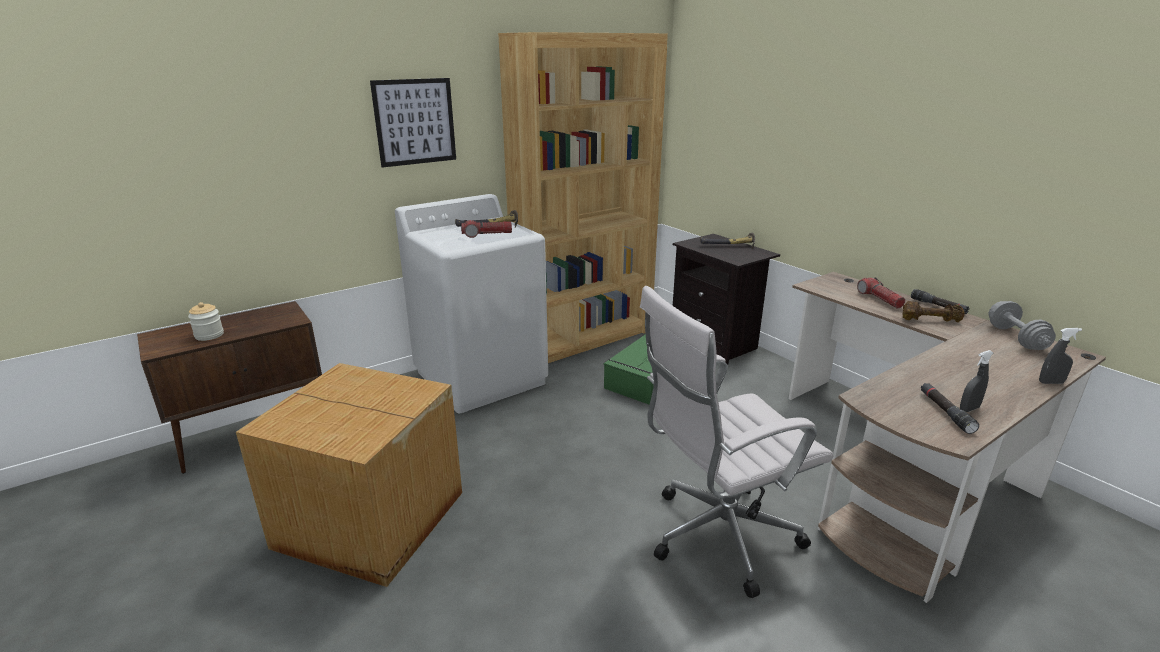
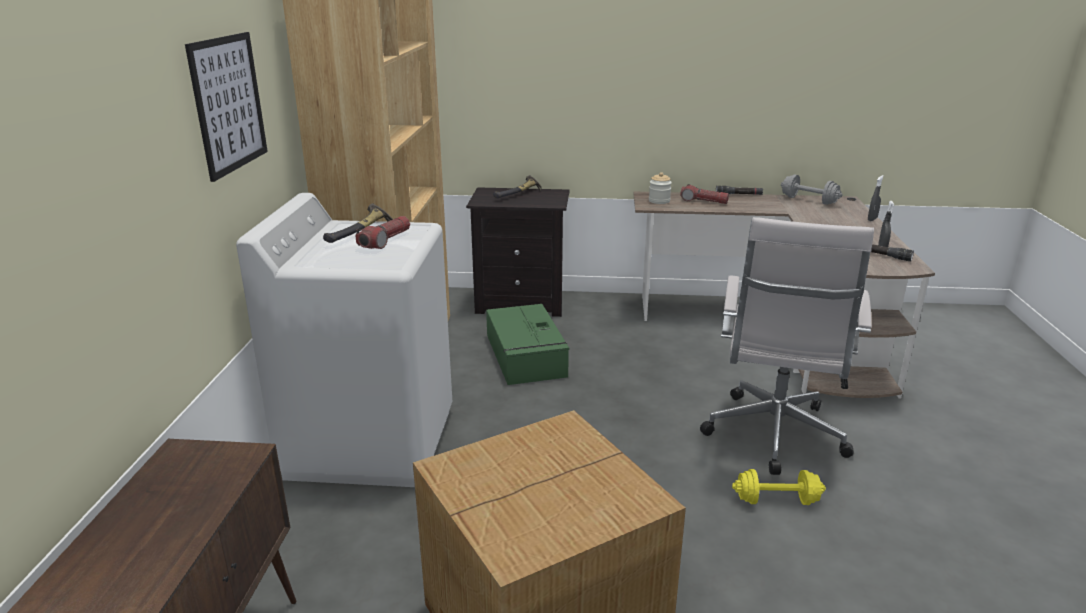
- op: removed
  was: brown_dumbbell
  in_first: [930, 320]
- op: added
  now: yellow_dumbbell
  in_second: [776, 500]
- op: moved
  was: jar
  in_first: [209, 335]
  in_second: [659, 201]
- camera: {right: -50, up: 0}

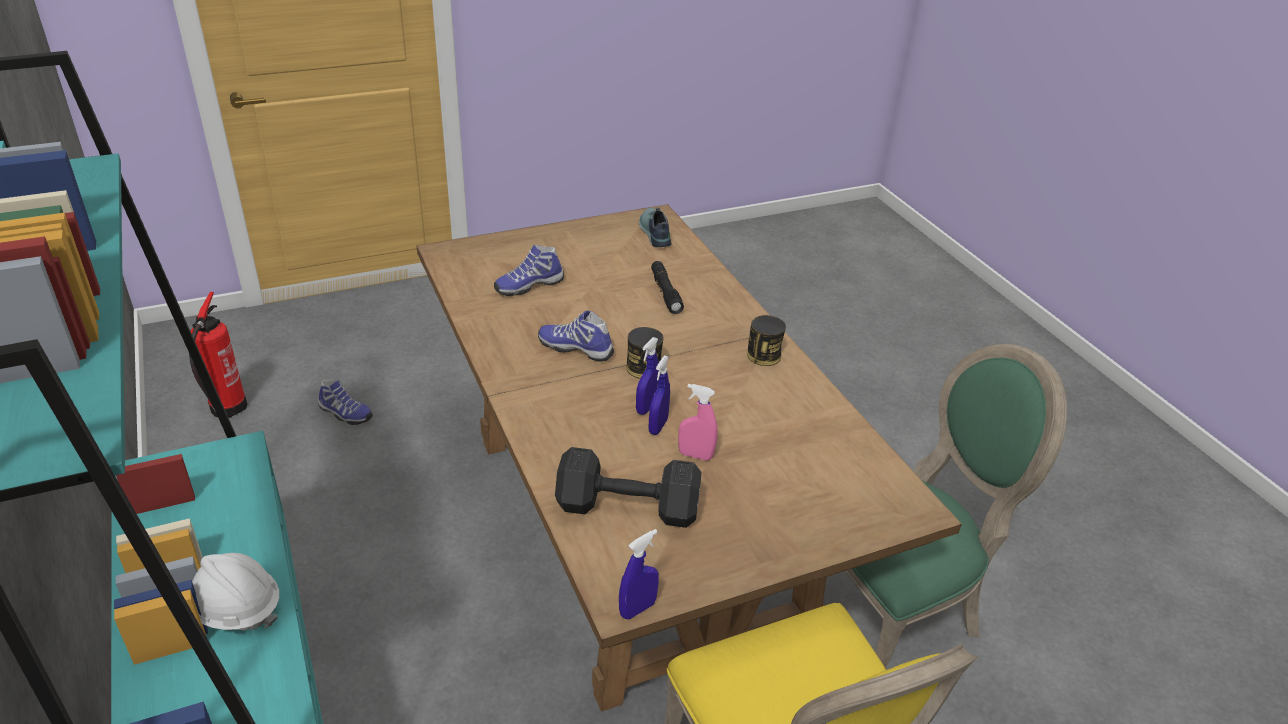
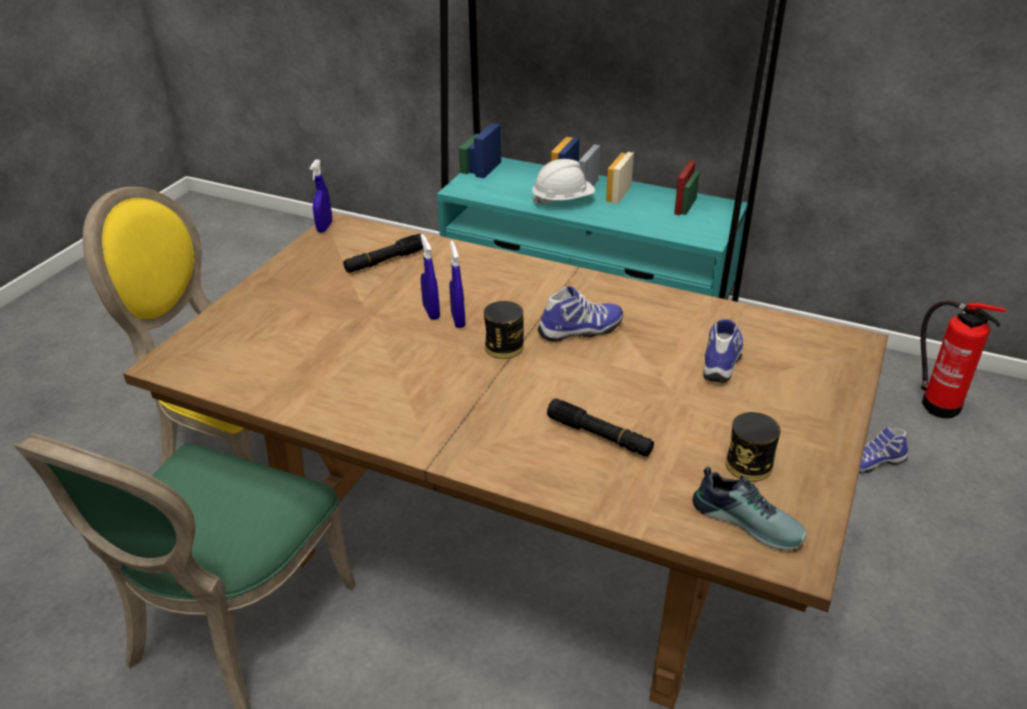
- op: removed
  was: pink_spray_bottle
  in_first: [695, 455]
- op: moved
  was: can
  in_first: [763, 355]
  in_second: [749, 465]
- op: replaced
  was: black_dumbbell
  now: black_flashlight
  in_first: [630, 509]
  in_second: [385, 261]
- camera: {right: 140, up: 0}

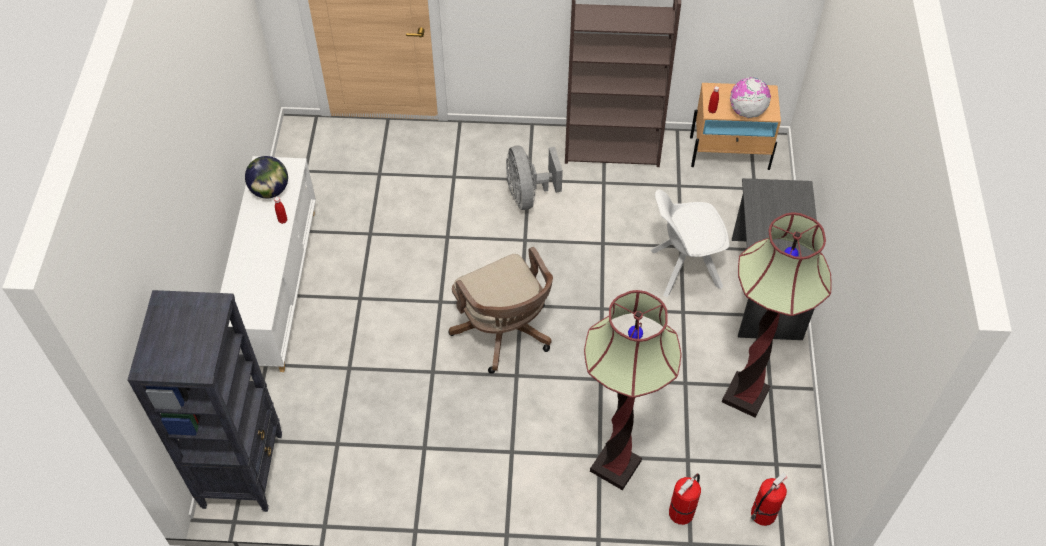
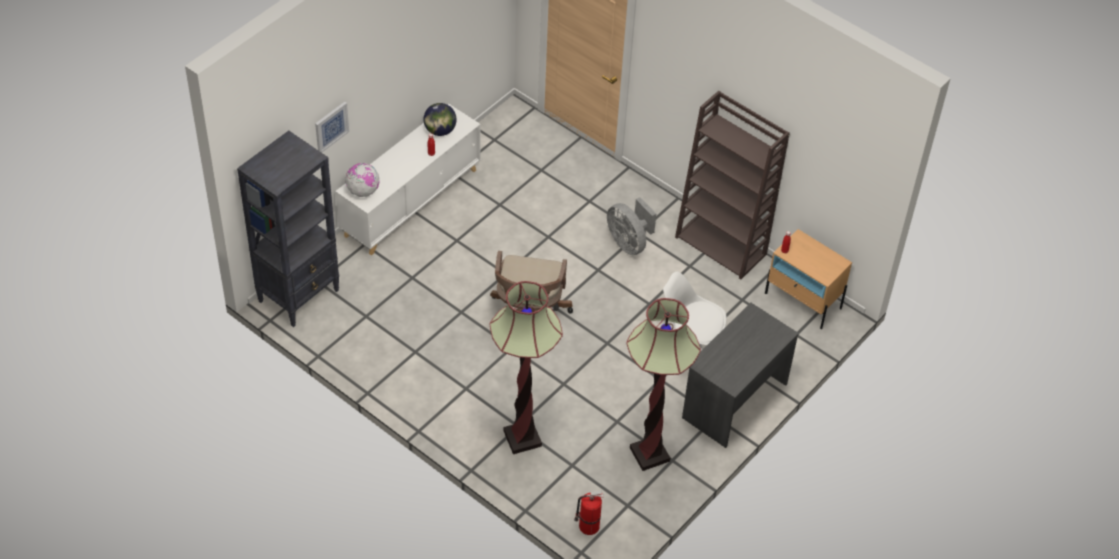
- op: removed
  was: fire_extinguisher
  in_first: [682, 511]
- op: added
  now: picture
  in_second: [331, 126]
- op: moved
  was: globe
  in_first: [746, 111]
  in_second: [363, 191]
- op: turned
  was: grey_fan
  in_first: [528, 194]
  in_second: [629, 242]
  clockwise: -60
- camera: {right: 35, up: -5}

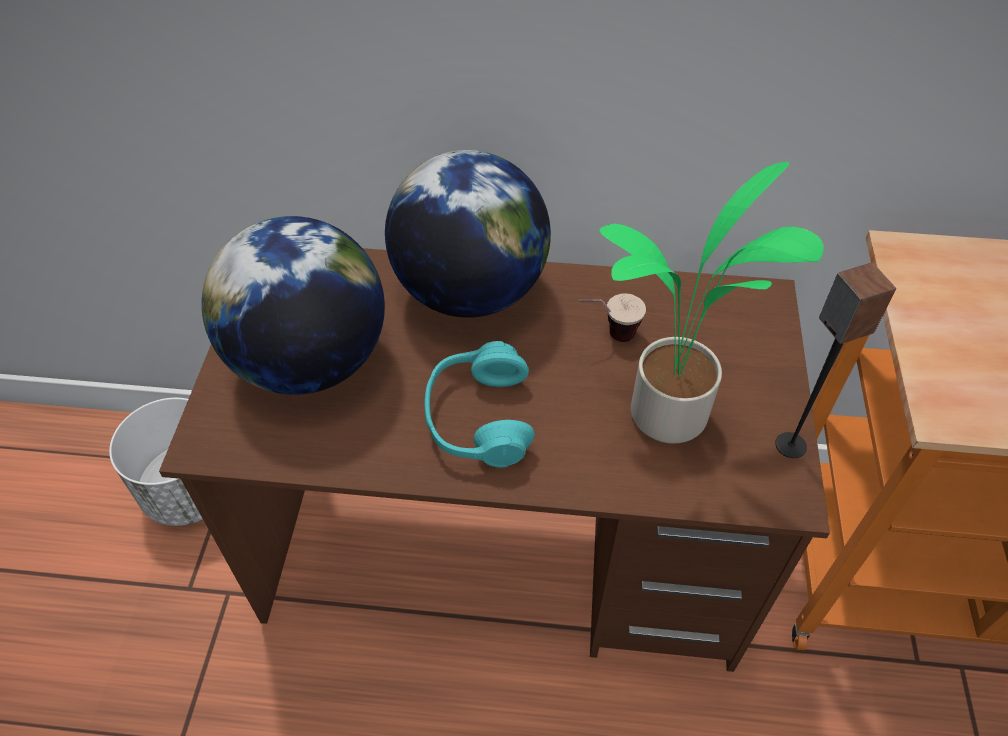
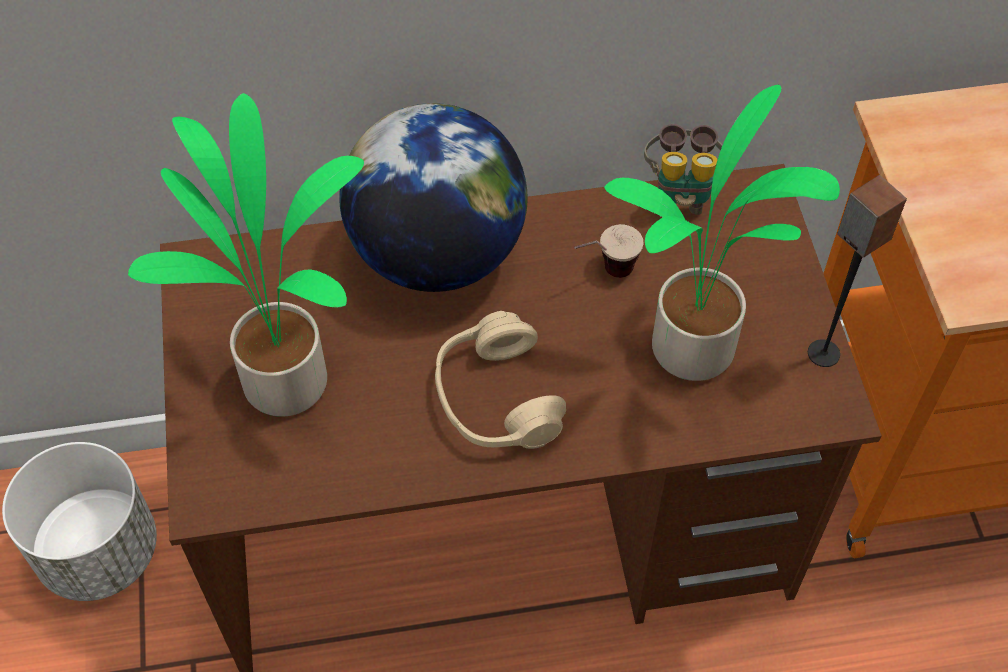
- op: added
  now: binoculars
  in_second: [680, 193]
- op: replaced
  was: globe
  now: potted_plant
  in_first: [310, 361]
  in_second: [288, 377]
- op: recoloured
  was: turquoise_headphones
  now: beige_headphones
  in_first: [478, 418]
  in_second: [496, 399]
- camera: {right: -15, up: 5}

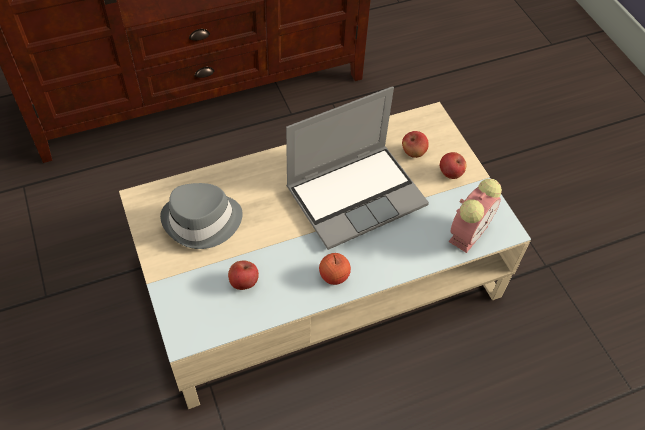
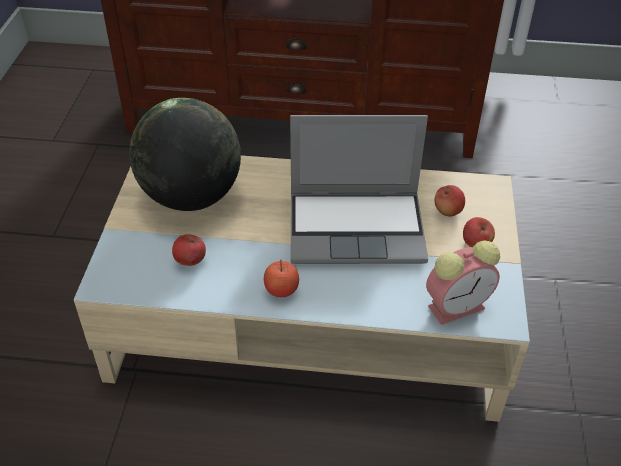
- op: replaced
  was: grey_hat
  now: globe
  in_first: [202, 221]
  in_second: [191, 197]
- camera: {right: 30, up: -10}

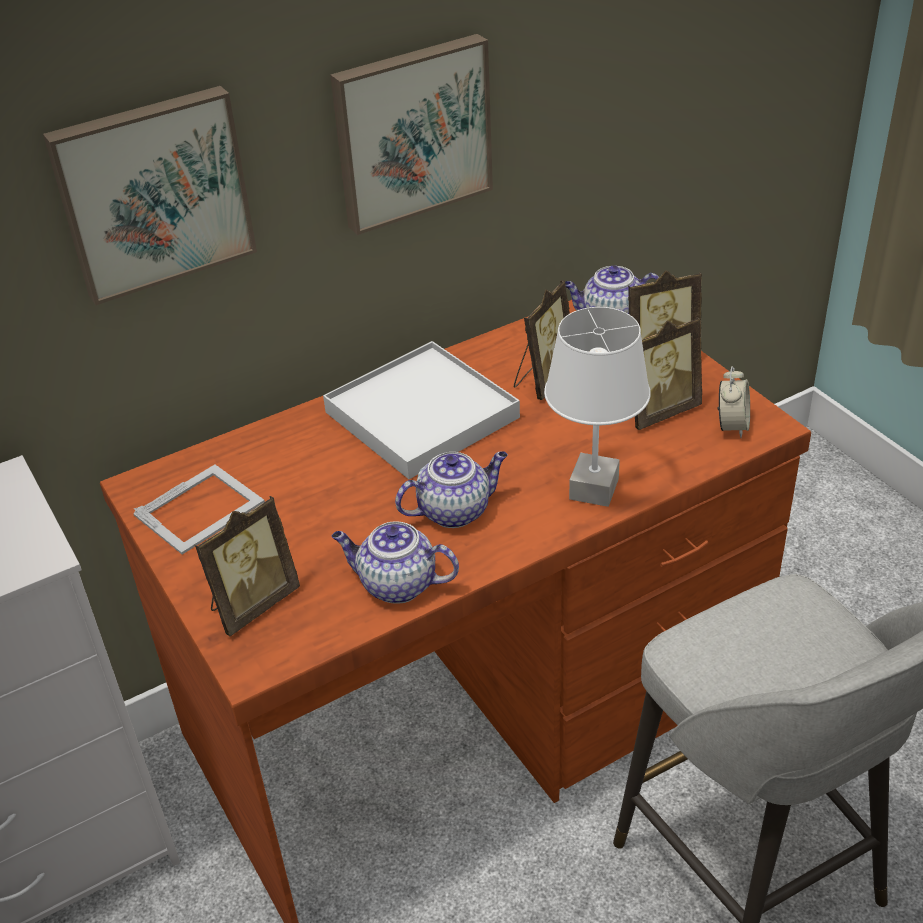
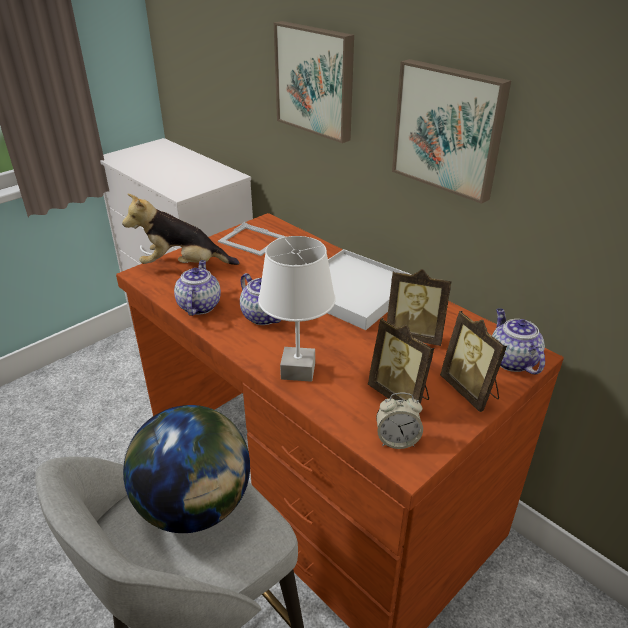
- op: added
  now: globe
  in_second: [195, 506]
- op: replaced
  was: picture_frame
  now: plush_toy
  in_first: [252, 604]
  in_second: [183, 266]
- camera: {right: 75, up: -5}

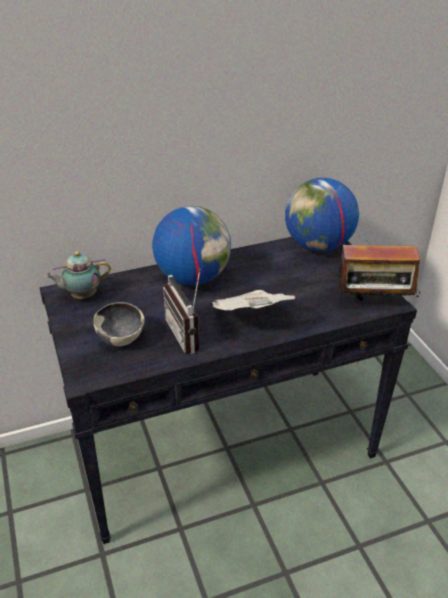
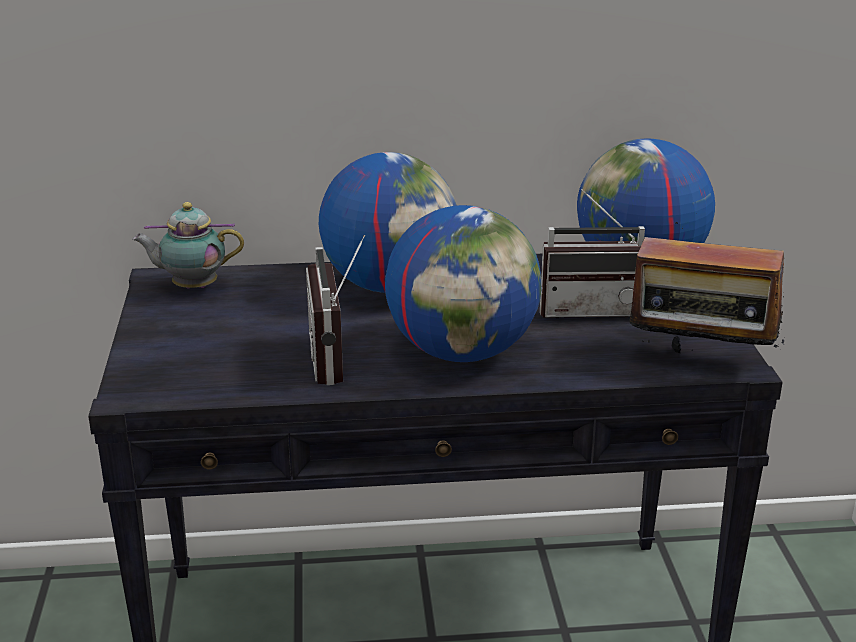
- op: removed
  was: bowl
  in_first: [121, 338]
- op: added
  now: radio
  in_second: [590, 309]
- op: replaced
  was: newspaper
  now: globe
  in_first: [252, 317]
  in_second: [462, 352]
- camera: {right: 15, up: -10}

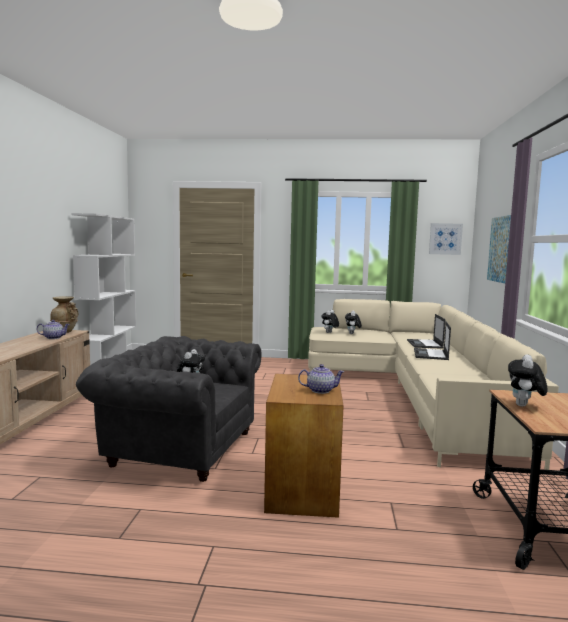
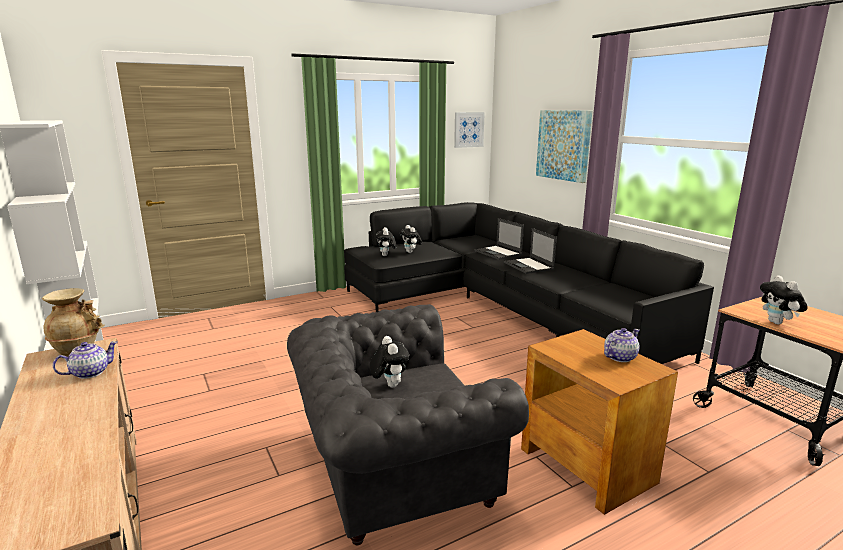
- op: recoloured
  was: beige_sofa
  now: black_sofa
  in_first: [414, 393]
  in_second: [498, 307]
- camera: {right: -35, up: 10}

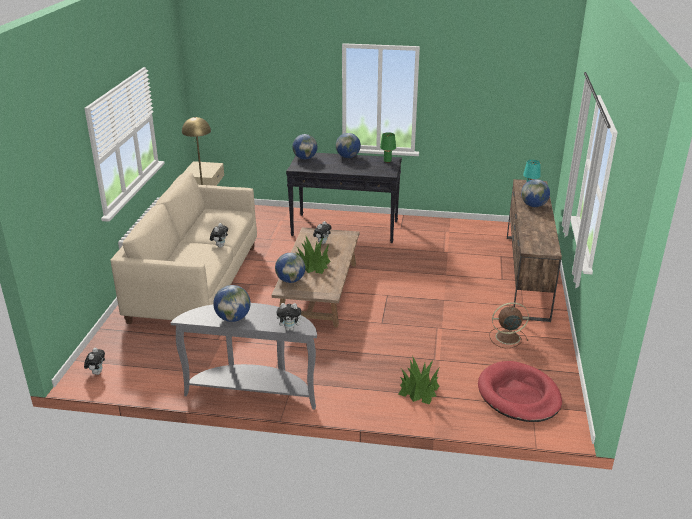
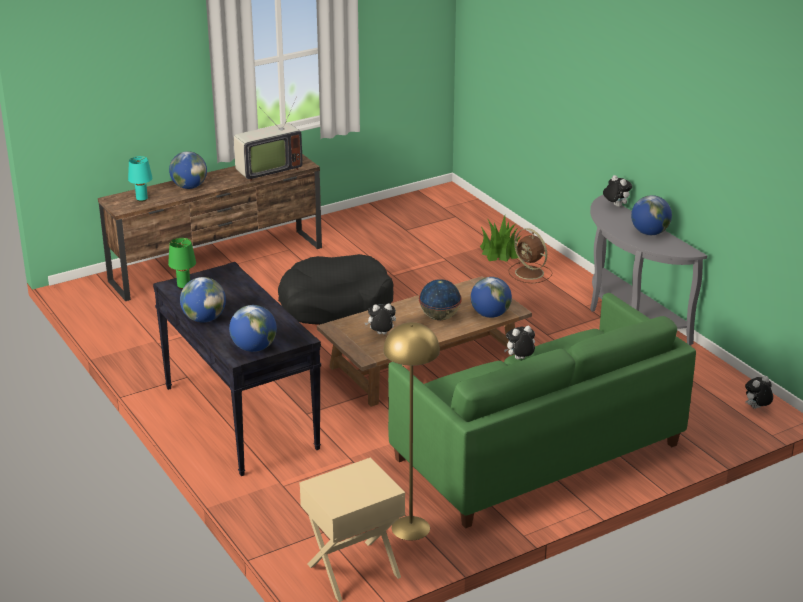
- op: removed
  was: red_dog_bed
  in_first: [518, 395]
- op: added
  now: television
  in_second: [266, 170]
- op: added
  now: black_dog_bed
  in_second: [335, 304]
- op: moved
  was: brown_fan
  in_first: [506, 337]
  in_second: [530, 273]
- op: replaced
  was: potted_plant
  now: globe
  in_first: [313, 265]
  in_second: [440, 317]
- op: recoloured
  was: beige_sofa
  now: green_sofa
  in_first: [195, 283]
  in_second: [537, 452]
- camera: {right: -130, up: 0}

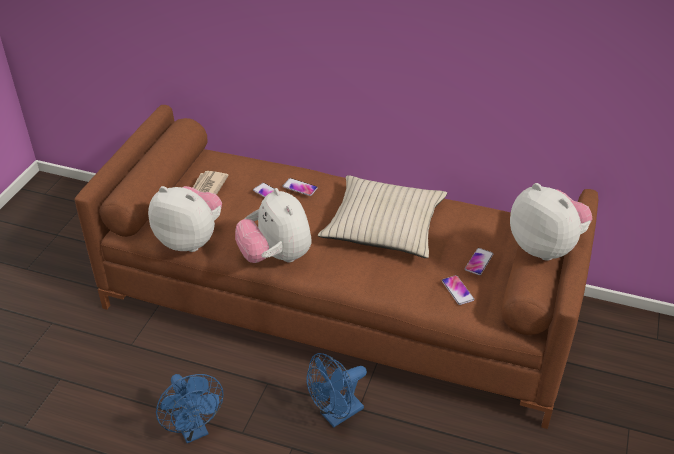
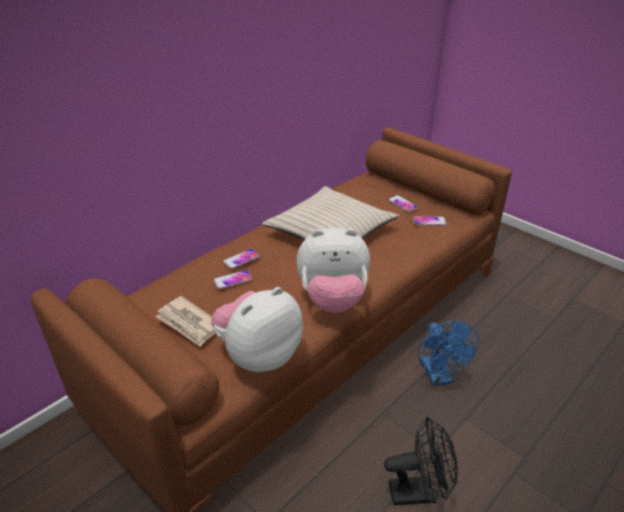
- op: removed
  was: plush_toy
  in_first: [545, 247]
- op: recoloured
  was: blue_fan
  now: black_fan
  in_first: [194, 430]
  in_second: [419, 491]
- camera: {right: -65, up: -5}

